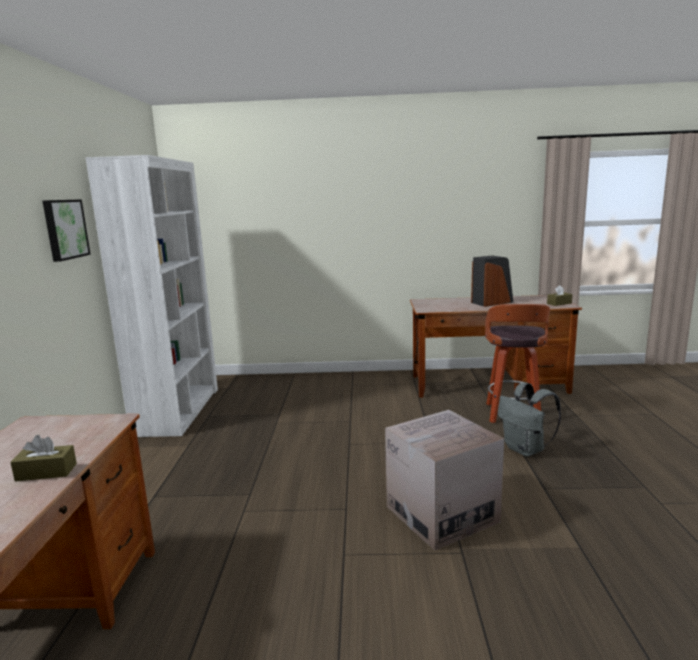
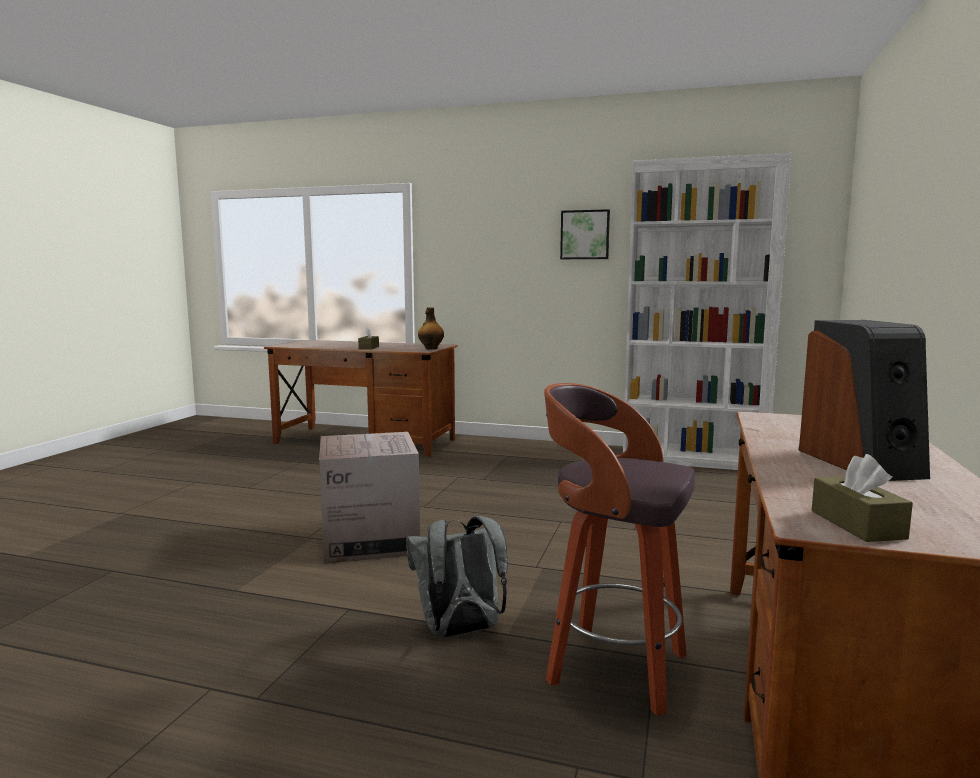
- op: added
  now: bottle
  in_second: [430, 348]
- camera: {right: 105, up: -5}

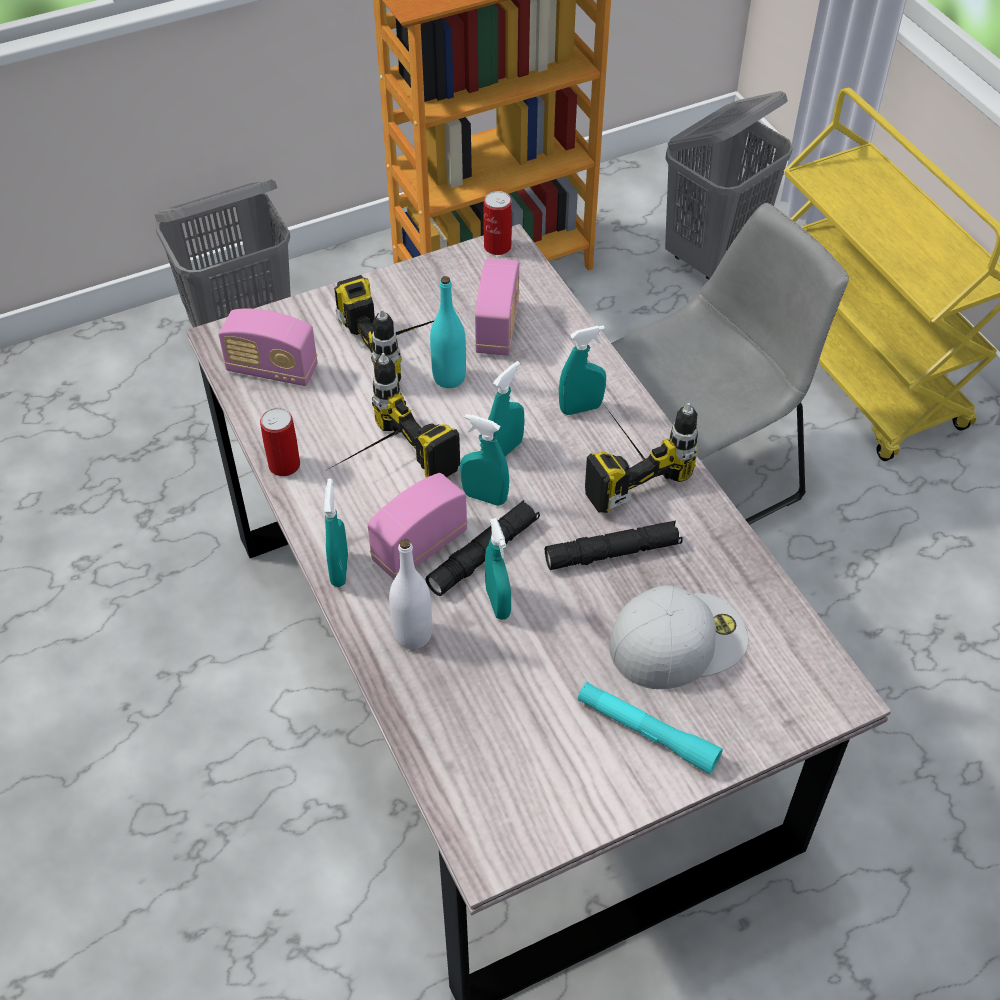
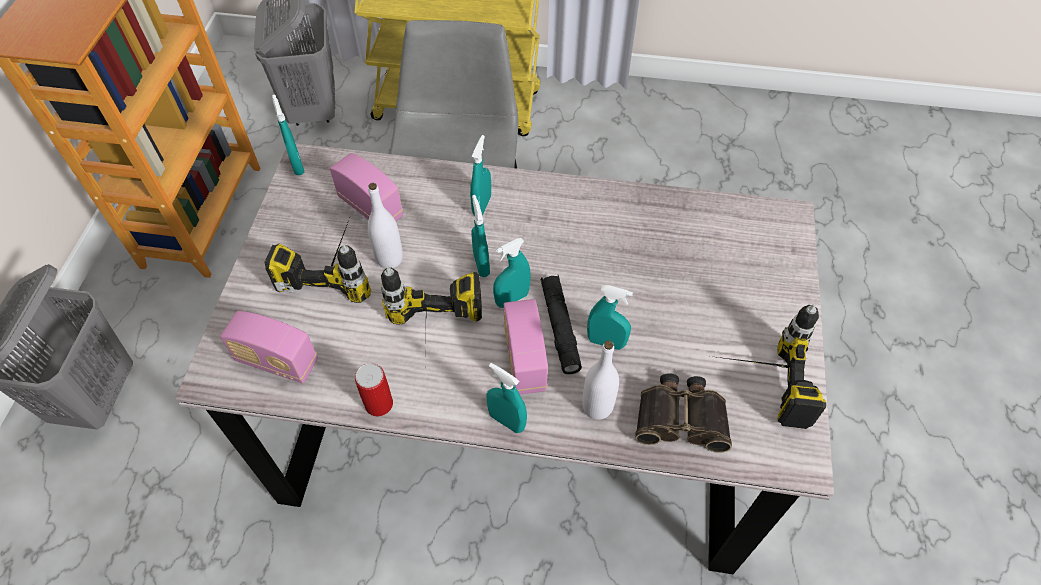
- op: removed
  was: black_flashlight
  in_first: [612, 552]
- op: removed
  was: turquoise_flashlight
  in_first: [647, 732]
- op: removed
  was: white_cap
  in_first: [678, 639]
- op: added
  now: binoculars
  in_second: [681, 417]
- op: moved
  was: power_drill
  in_first: [622, 461]
  in_second: [753, 380]
- op: replaced
  was: can
  now: turquoise_spray_bottle
  in_first: [497, 246]
  in_second: [297, 165]
- op: recoloured
  was: turquoise_bottle
  now: white_bottle
  in_first: [449, 378]
  in_second: [389, 259]
- op: turned
  was: radio
  in_first: [272, 370]
  in_second: [277, 361]
  clockwise: 60
- camera: {right: -55, up: 5}

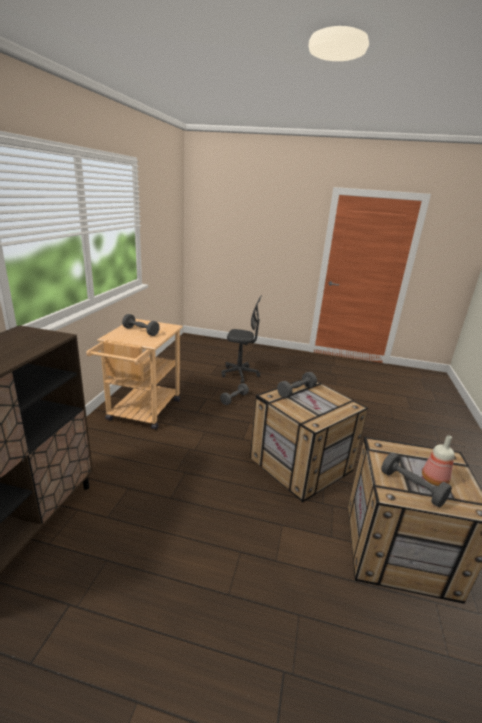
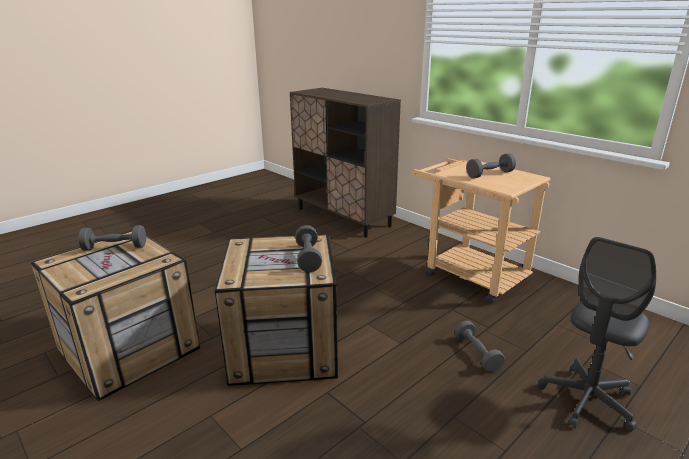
- op: removed
  was: bottle
  in_first: [435, 480]
- camera: {right: 125, up: 0}

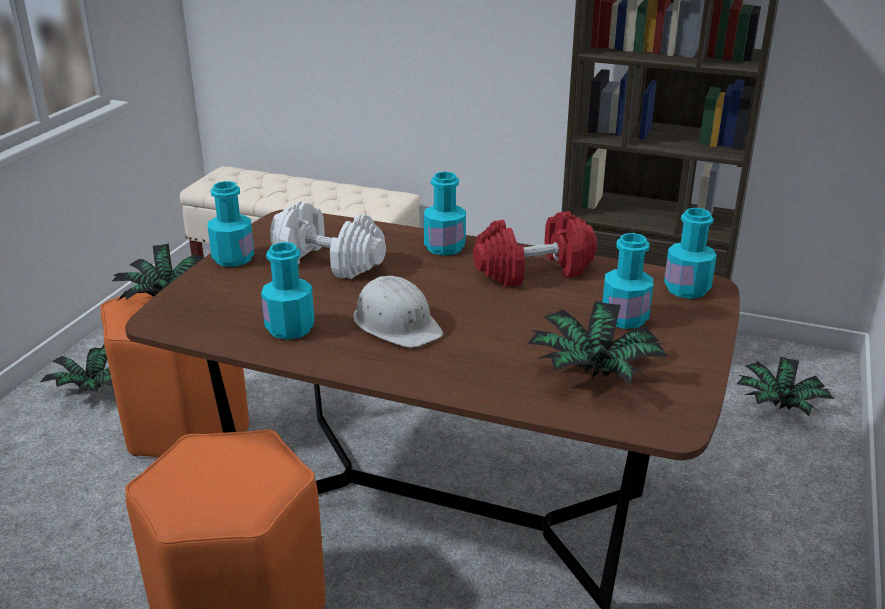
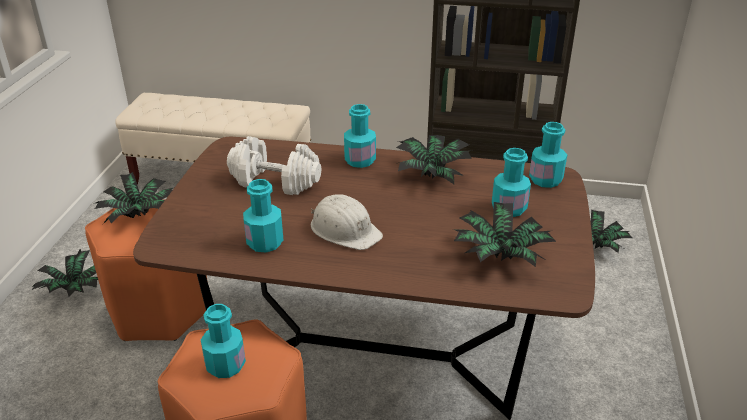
- op: moved
  was: turquoise_bottle
  in_first: [233, 258]
  in_second: [225, 365]
- op: replaced
  was: red_dumbbell
  now: potted_plant
  in_first: [534, 270]
  in_second: [432, 174]
- camera: {right: -10, up: 5}

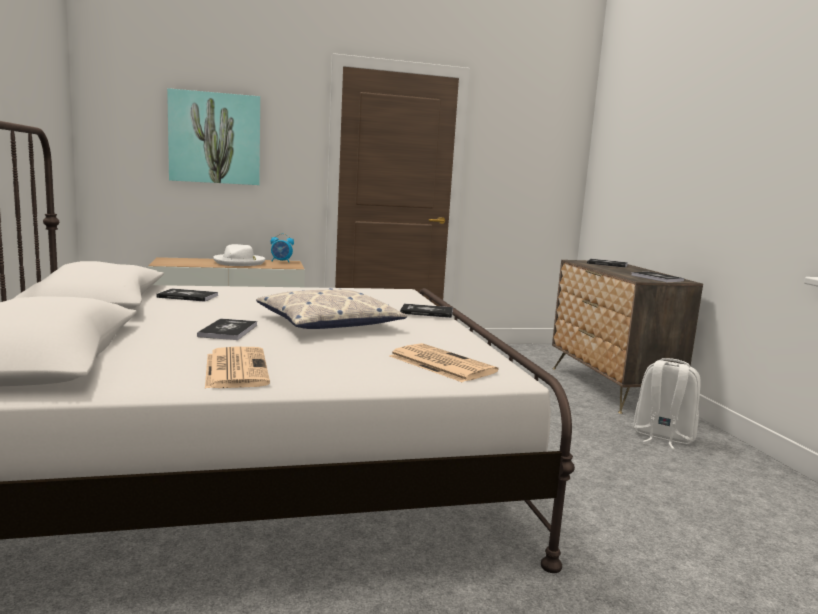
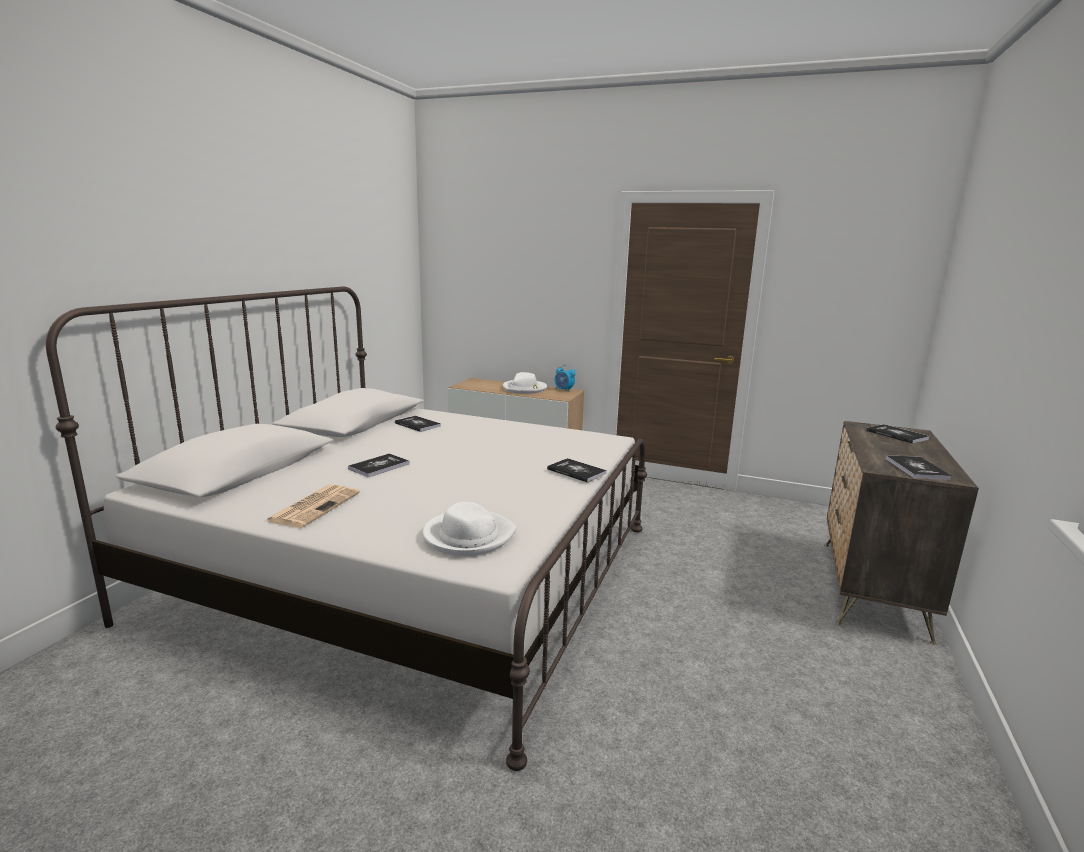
- op: removed
  was: picture
  in_first: [215, 138]
- op: removed
  was: pillow
  in_first: [328, 323]
- op: removed
  was: white_backpack
  in_first: [662, 437]
- op: replaced
  was: newspaper
  now: white_hat
  in_first: [440, 363]
  in_second: [468, 536]
- camera: {right: 35, up: 5}

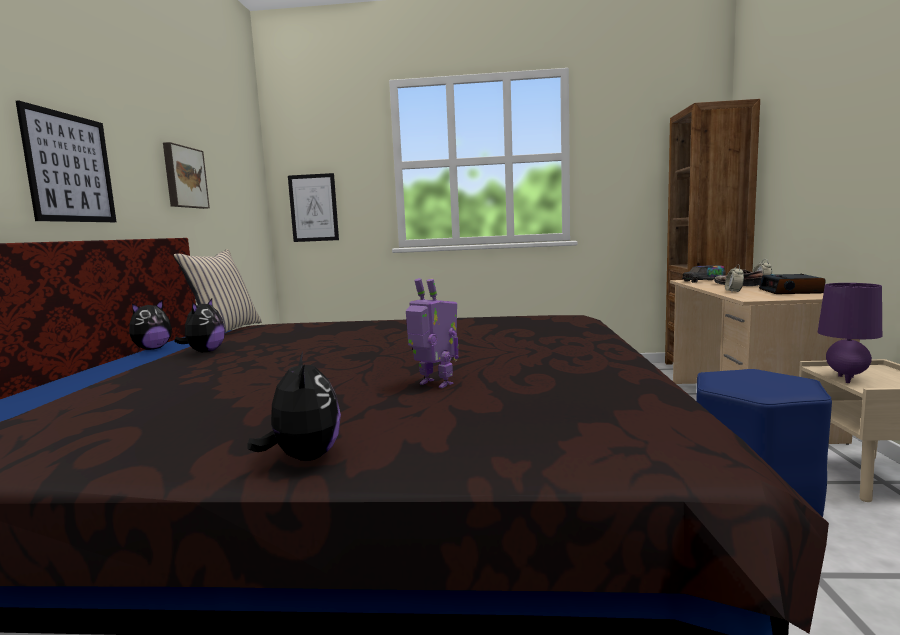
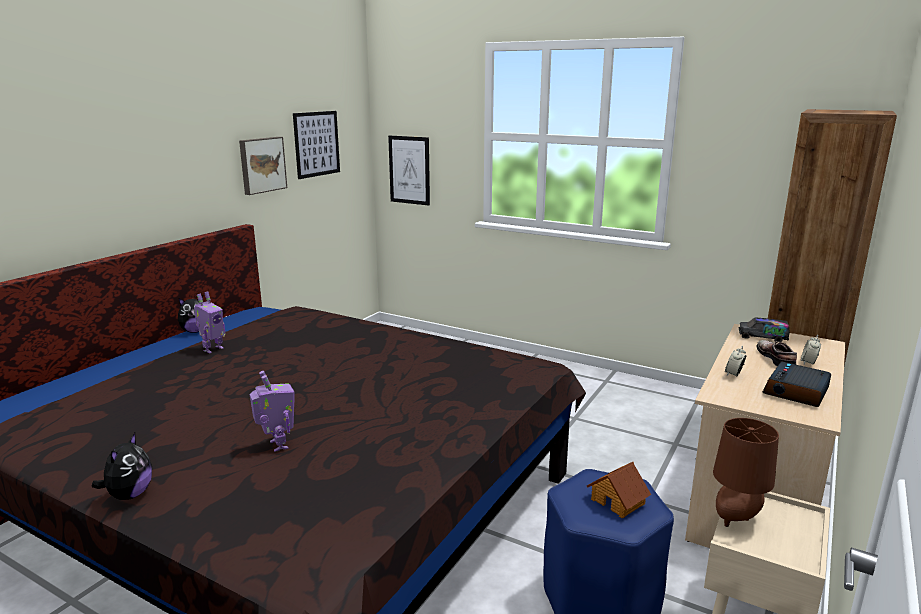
- op: removed
  was: beige_pillow
  in_first: [225, 330]
- op: added
  now: toy_house
  in_second: [618, 501]
- op: moved
  was: picture
  in_first: [70, 168]
  in_second: [317, 144]
- op: replaced
  was: plush_toy
  now: toy_robot
  in_first: [205, 352]
  in_second: [212, 349]
- op: recoloured
  was: purple_table_lamp
  now: brown_table_lamp
  in_first: [845, 378]
  in_second: [736, 519]
- camera: {right: 25, up: 10}

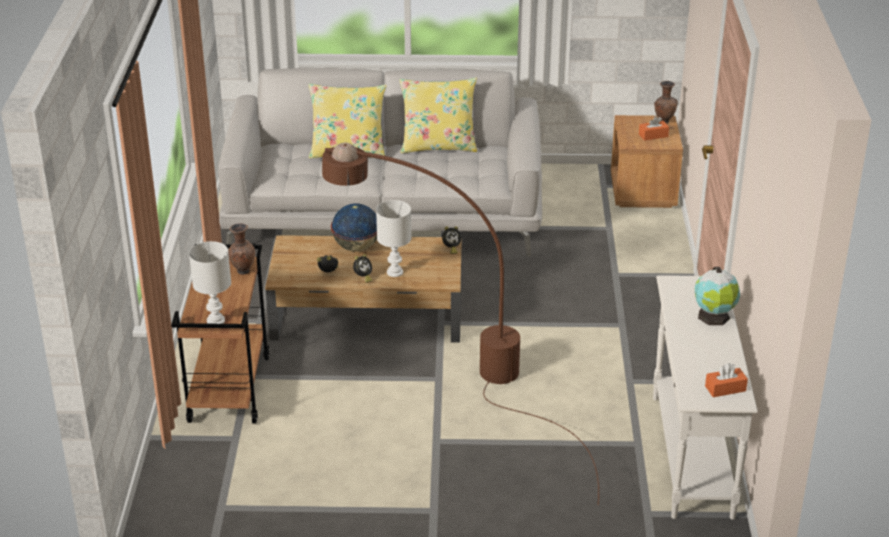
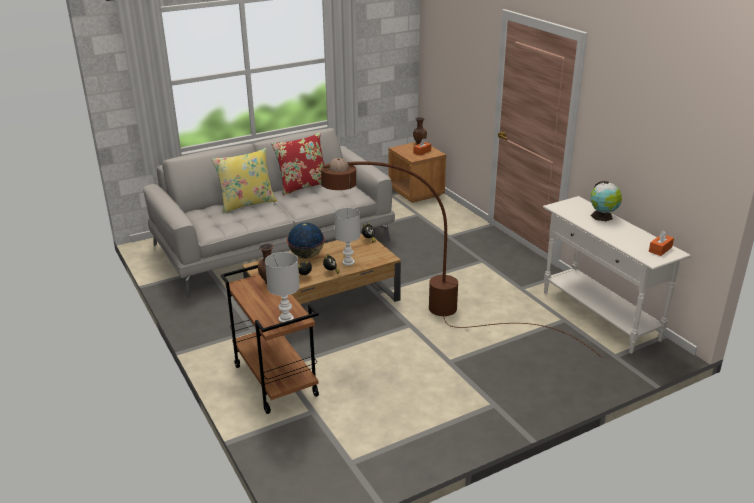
- op: recoloured
  was: yellow_pillow
  now: red_pillow
  in_first: [438, 146]
  in_second: [303, 186]
- camera: {right: -30, up: -5}

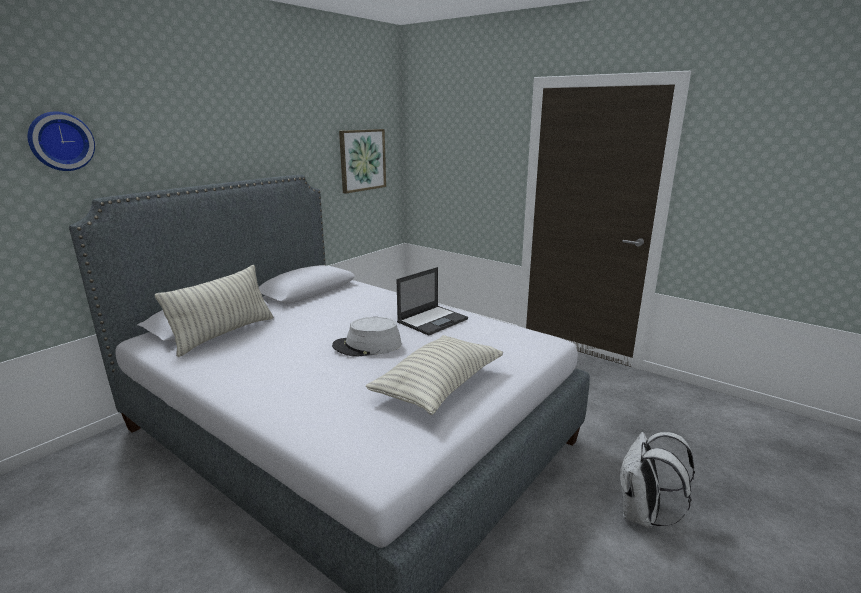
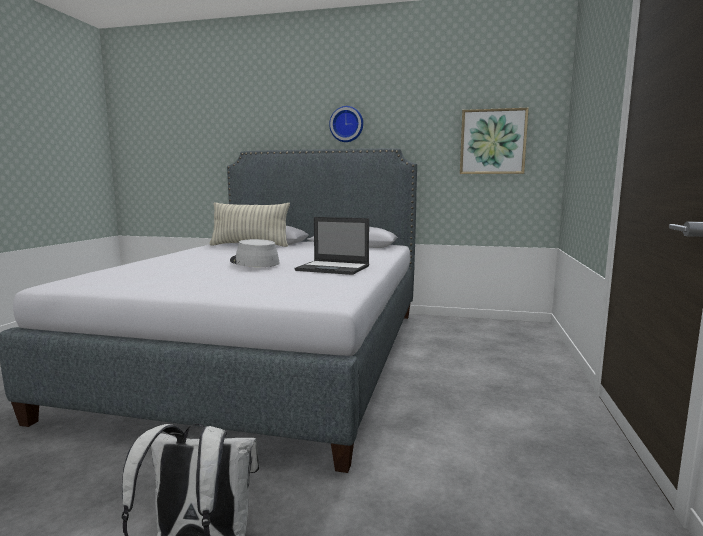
- op: removed
  was: pillow
  in_first: [438, 387]
- op: moved
  was: wall_clock
  in_first: [60, 141]
  in_second: [347, 124]
- camera: {right: 65, up: -10}

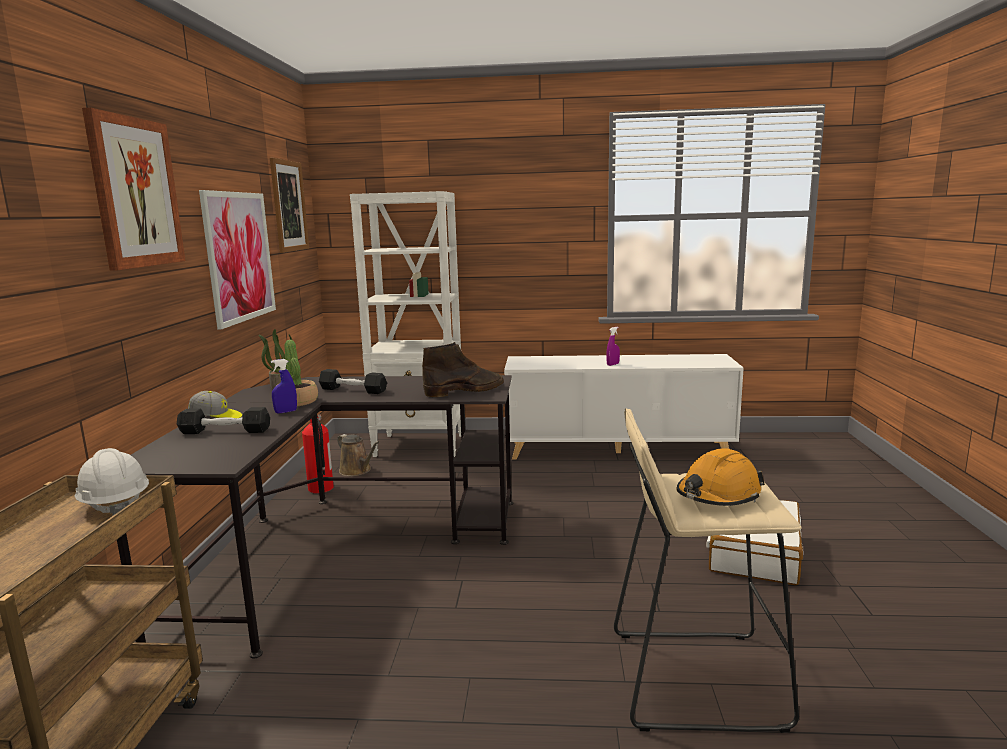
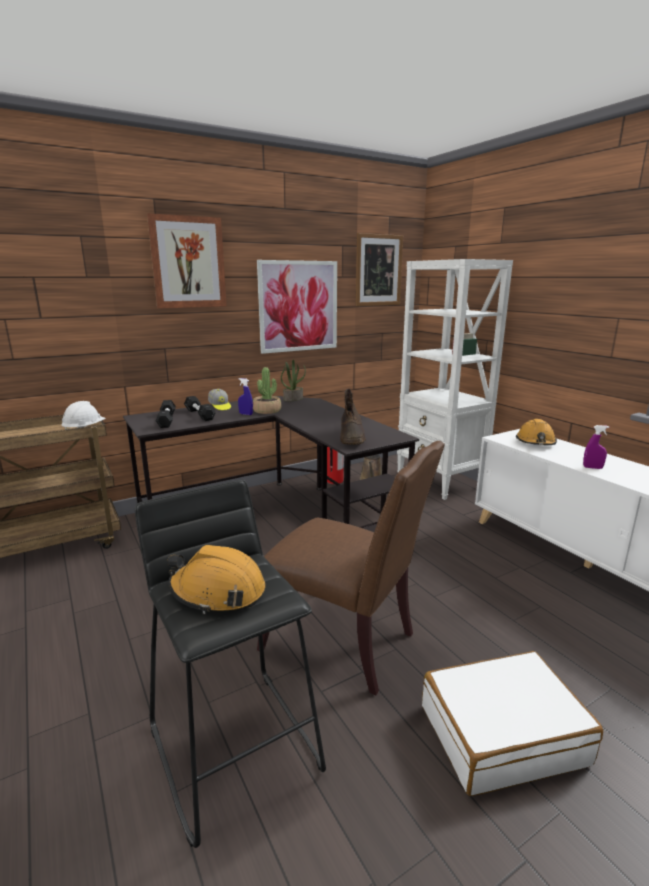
- op: added
  now: brown_chair
  in_second: [345, 641]
- op: added
  now: orange_hard_hat
  in_second: [535, 442]
- op: moved
  was: black_dumbbell
  in_first: [353, 390]
  in_second: [166, 420]
- op: recoloured
  was: beige_stool
  now: black_stool
  in_first: [693, 677]
  in_second: [236, 746]
- op: turned
  was: brown_boot
  in_first: [465, 390]
  in_second: [352, 437]
  clockwise: 60
- camera: {right: 55, up: 5}

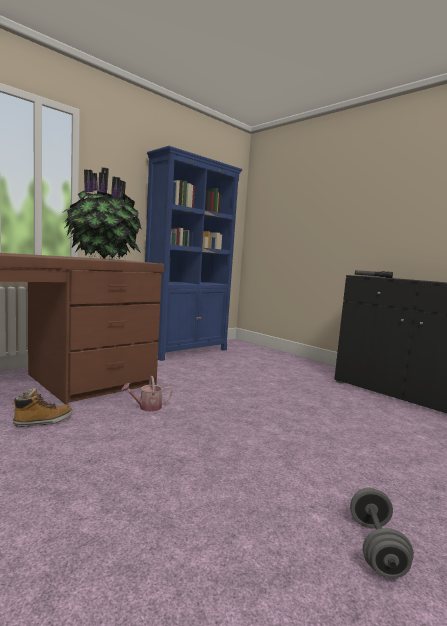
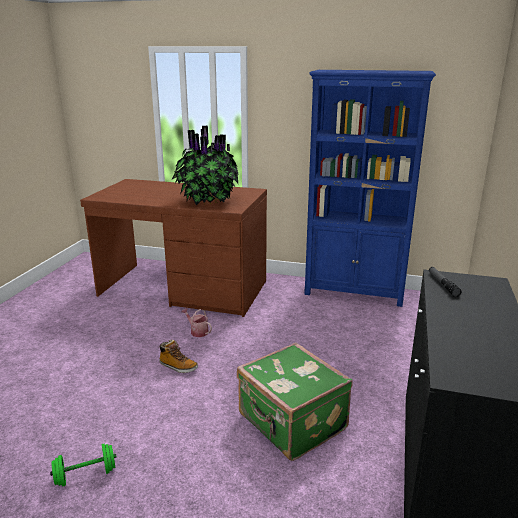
- op: added
  now: green_suitcase
  in_second: [291, 423]
- op: moved
  was: boot
  in_first: [43, 421]
  in_second: [178, 367]
- op: recoloured
  was: grey_dumbbell
  now: green_dumbbell
  in_first: [376, 547]
  in_second: [86, 475]
- camera: {right: 60, up: 15}

